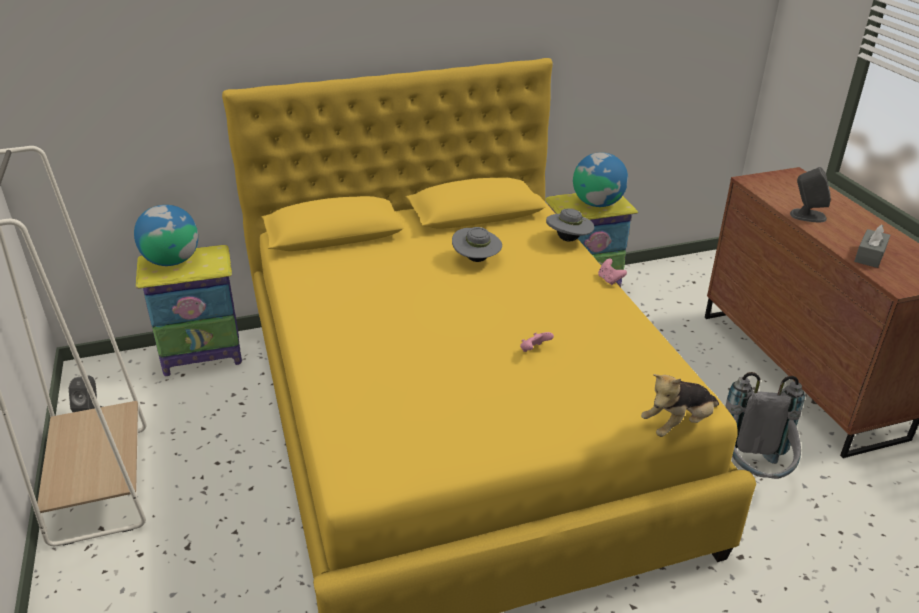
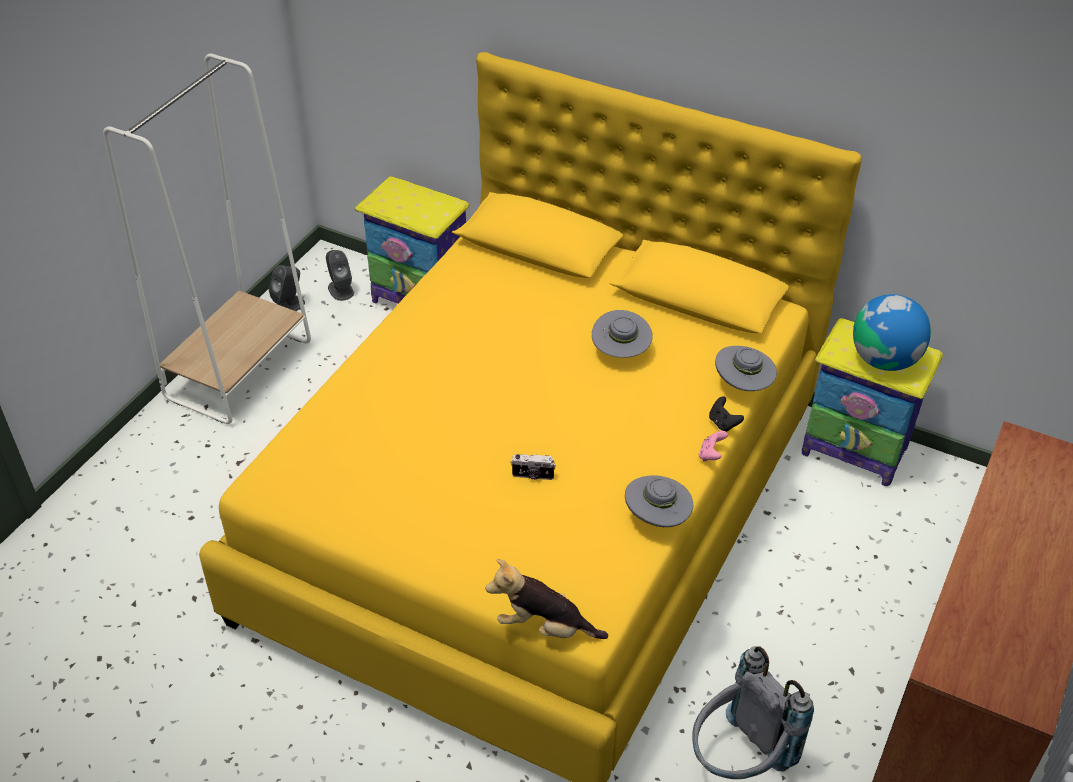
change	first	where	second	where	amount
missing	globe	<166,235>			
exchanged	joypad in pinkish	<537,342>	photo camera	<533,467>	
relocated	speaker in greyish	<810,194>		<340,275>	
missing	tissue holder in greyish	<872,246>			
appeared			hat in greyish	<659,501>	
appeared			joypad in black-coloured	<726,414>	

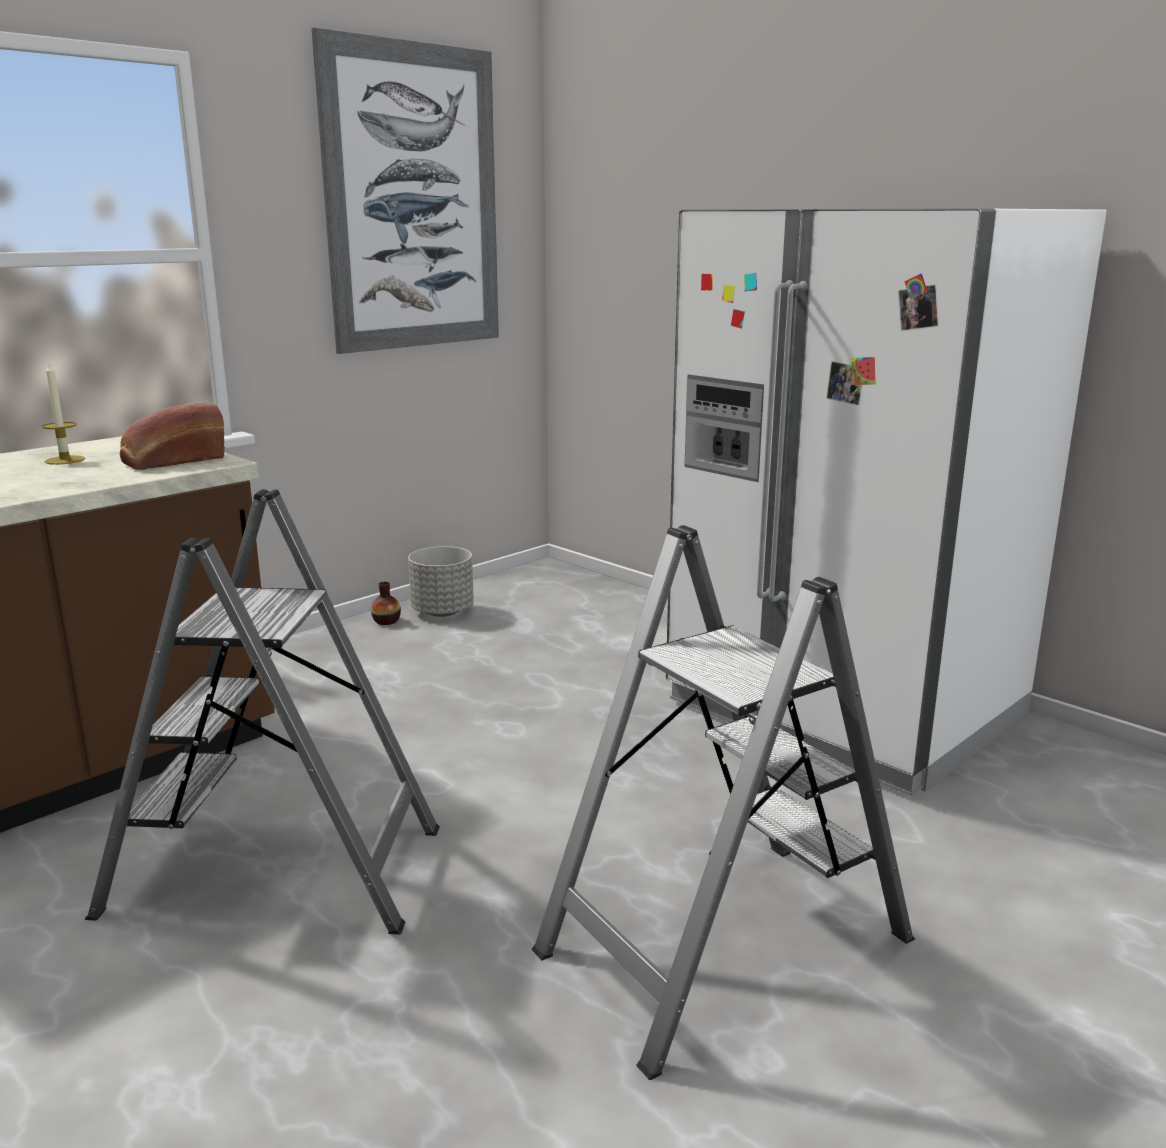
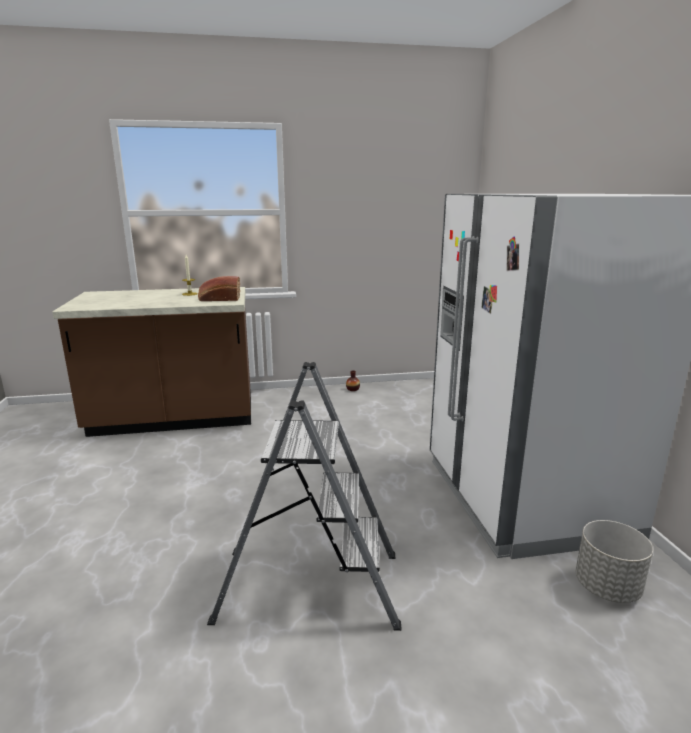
change	first	where	second	where	amount
missing	step ladder in greyish	<262,711>			
missing	picture	<405,190>			
relocated	flower pot in greyish	<441,581>		<614,561>	

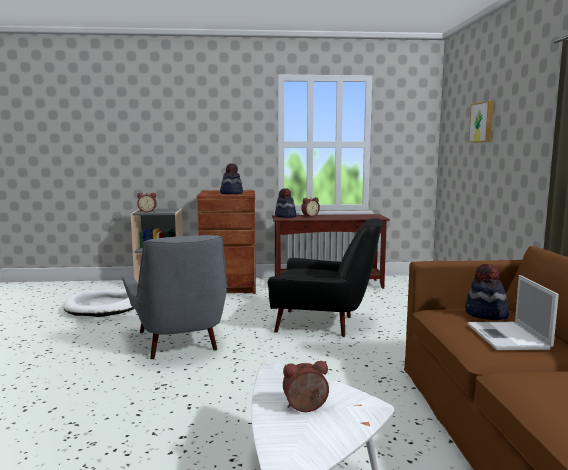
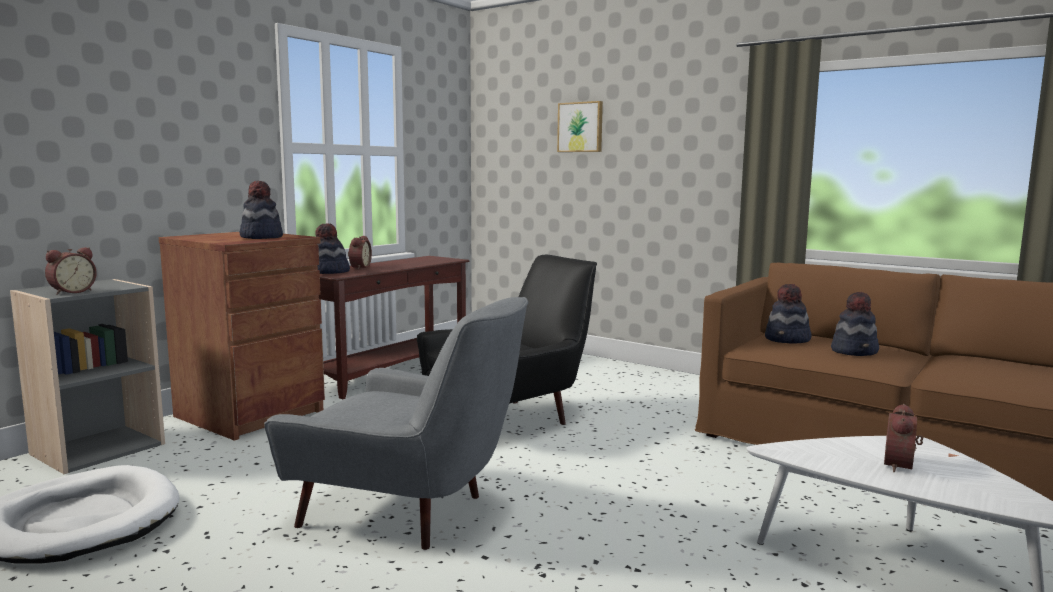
change	first	where	second	where	amount
exchanged	notebook computer	<513,312>	hat	<855,324>	

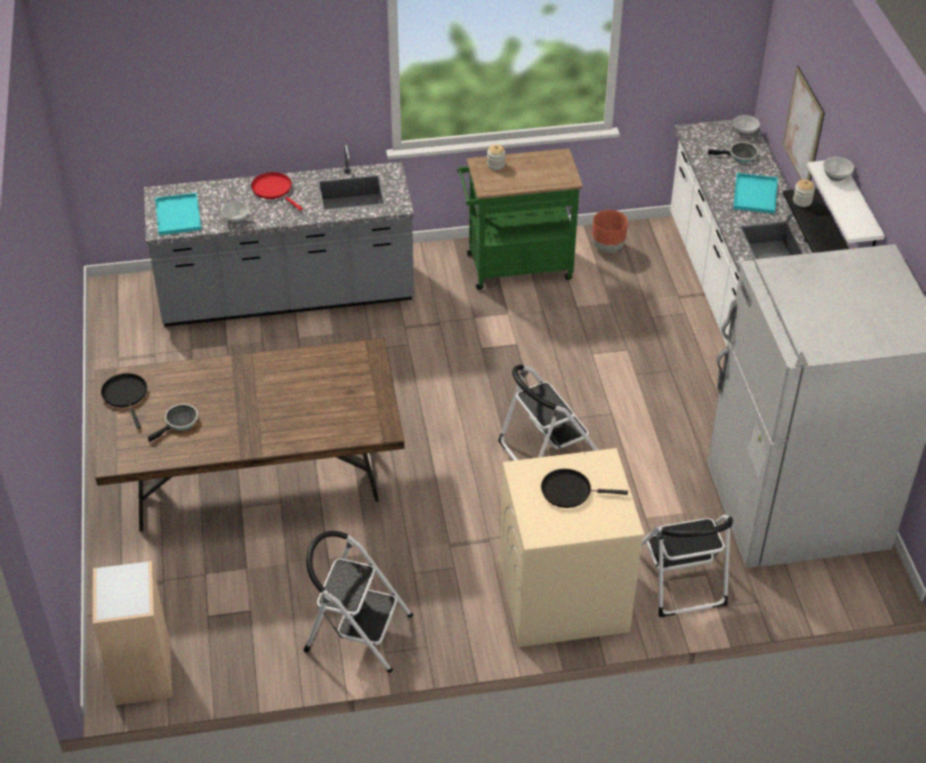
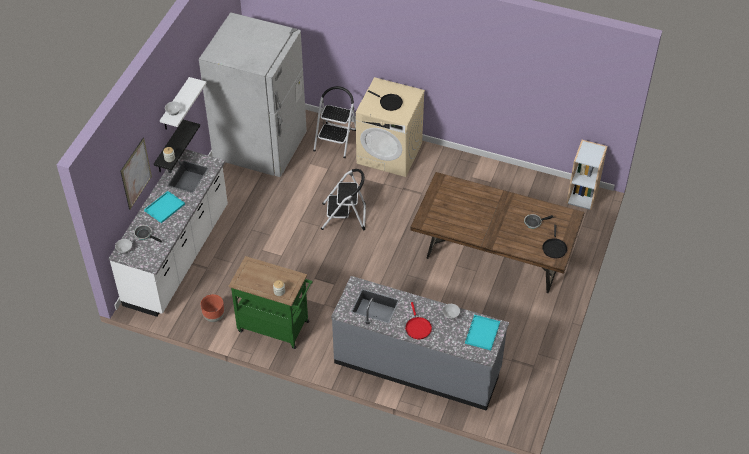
change	first	where	second	where	amount
missing	step ladder	<358,602>			

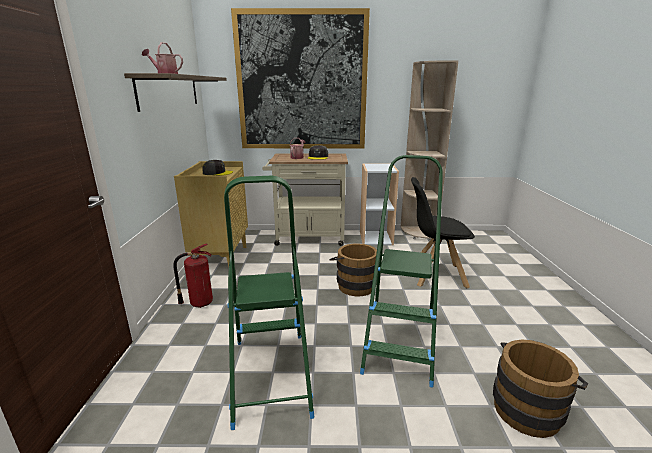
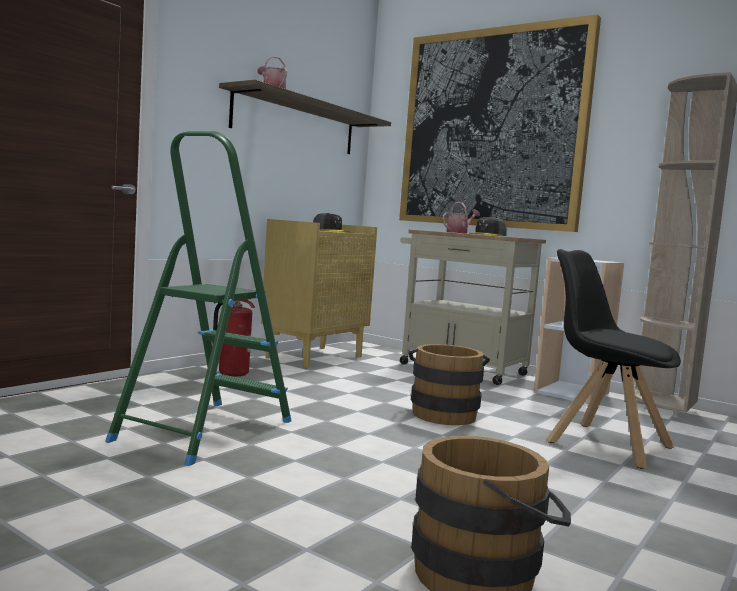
change	first	where	second	where	amount
missing	step ladder in green-coloured	<401,271>			

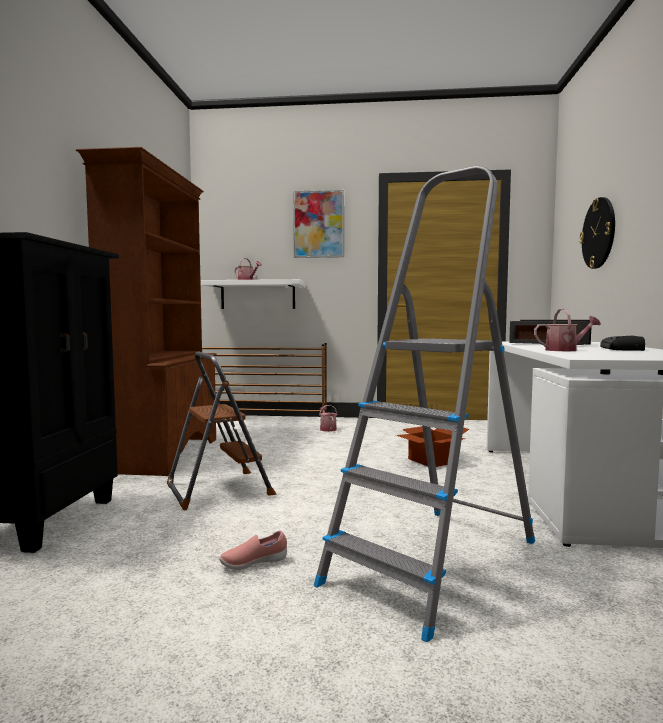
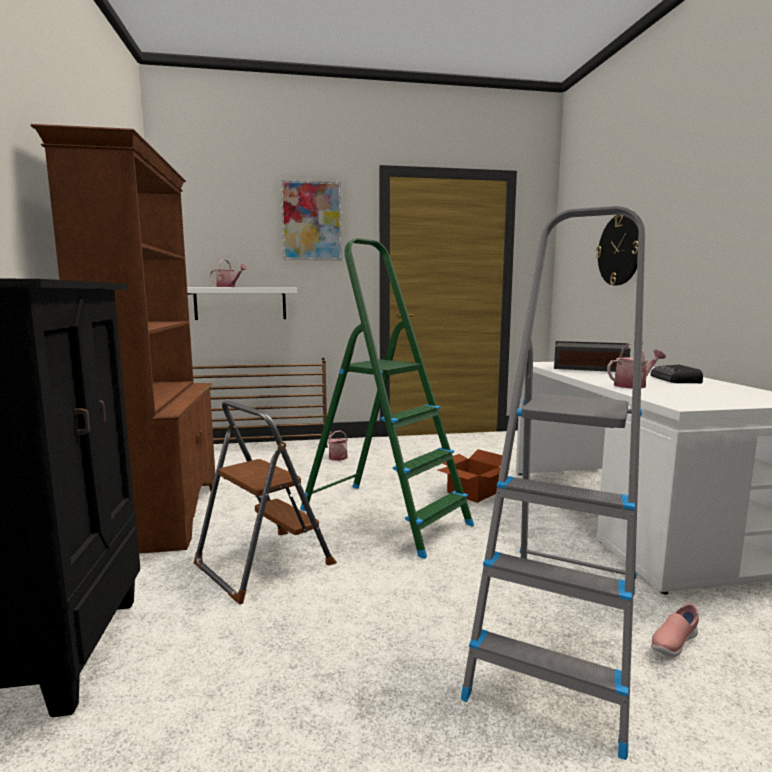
change	first	where	second	where	amount
relocated	item of footwear in pinkish	<253,550>		<675,630>	
appeared			step ladder in green-coloured	<387,398>	

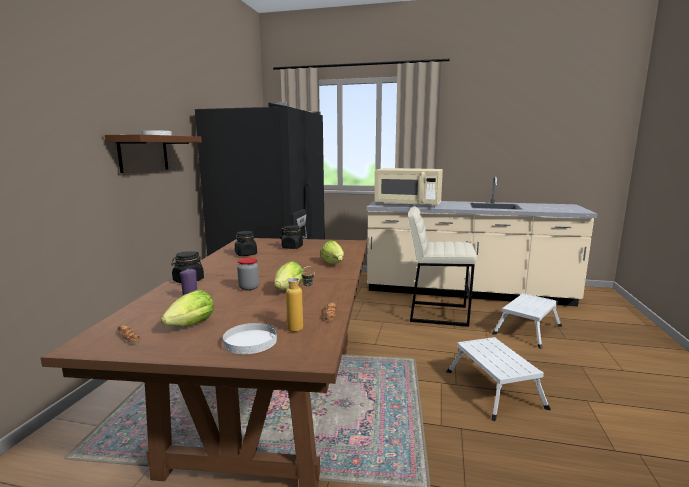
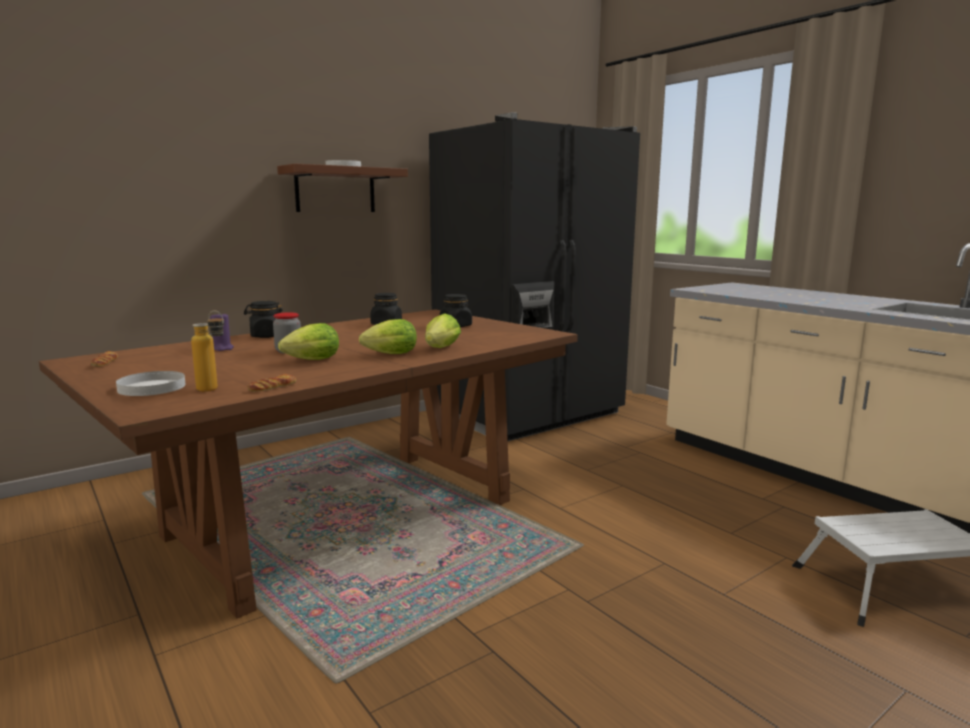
change	first	where	second	where	amount
relocated	lettuce head	<187,308>		<388,336>	
missing	microwave in beige	<408,188>			
missing	plain chair in beige	<442,266>			
missing	step ladder in whitish	<498,379>			

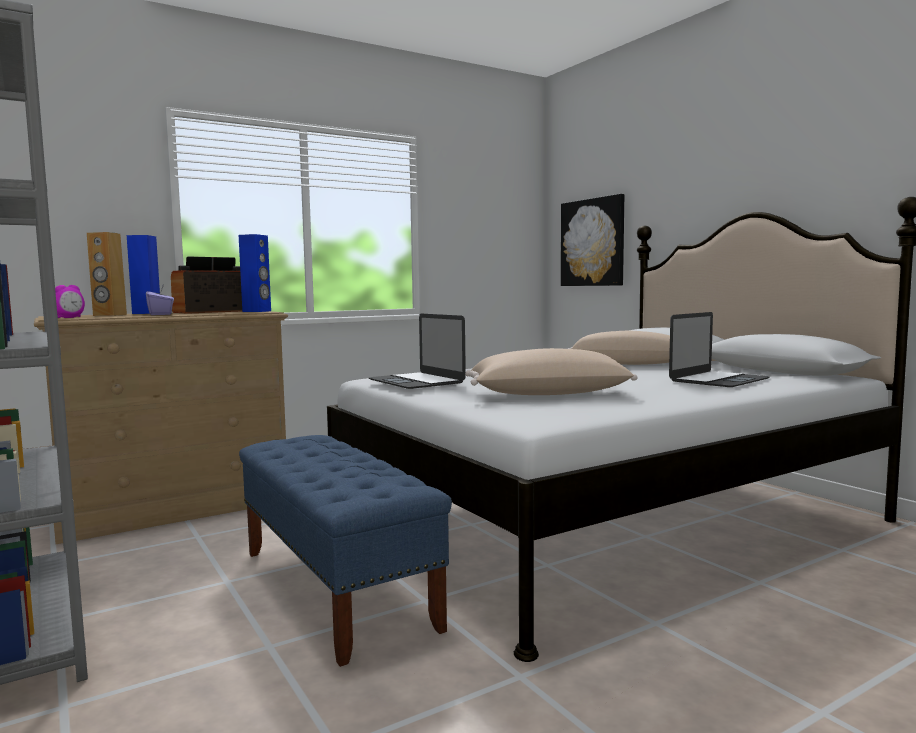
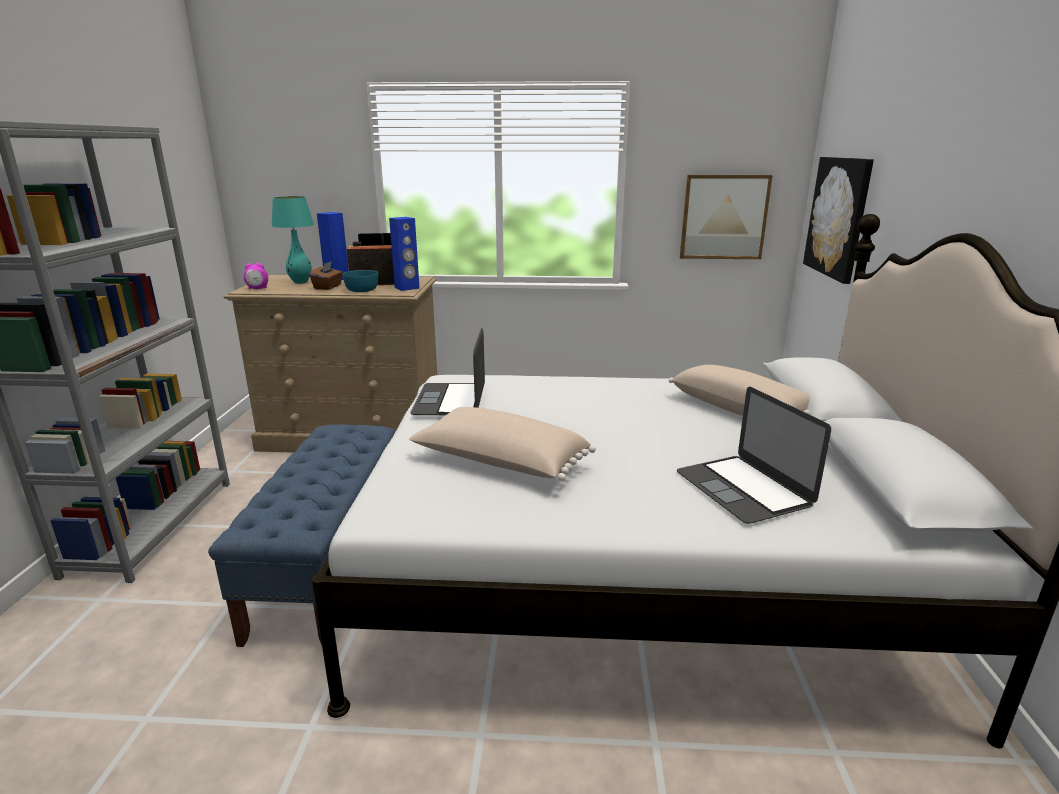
change	first	where	second	where	amount
exchanged	speaker in brown-coloured	<107,274>	lamp for a table in turquoise	<293,240>	
colour	tissue holder in purplish	<160,300>	tissue holder in brown-coloured	<326,275>	
spun	notebook computer	<719,349>		<754,455>	75 degrees clockwise
appeared			bowl in turquoise	<360,281>	
appeared			picture	<726,217>	

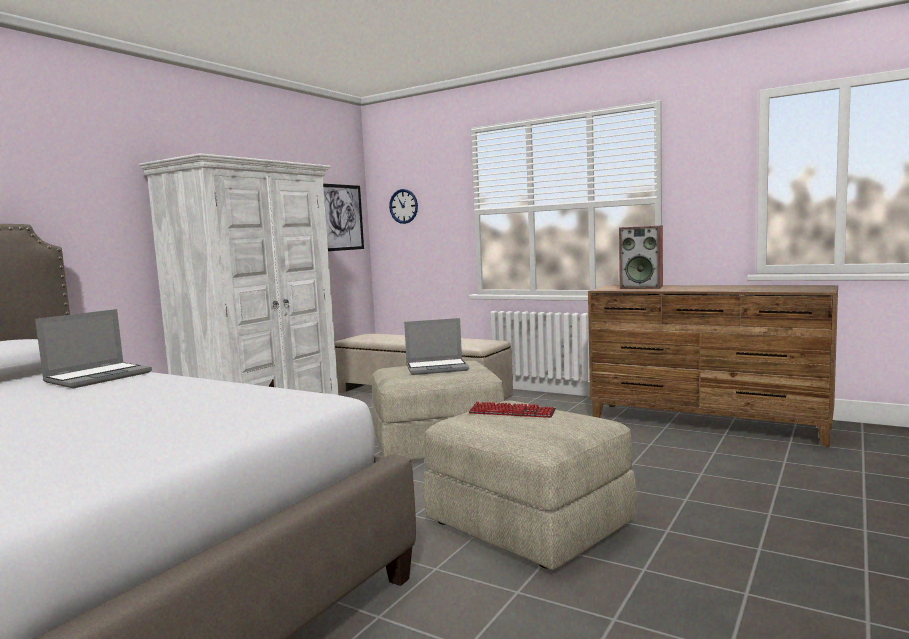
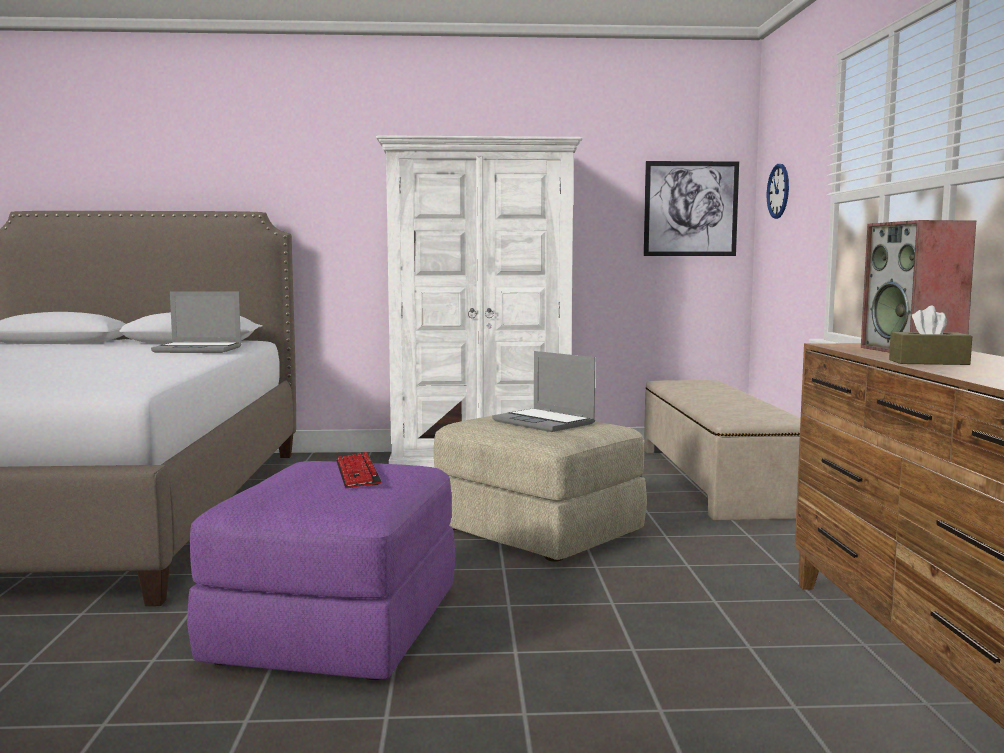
change	first	where	second	where	amount
colour	ottoman in beige	<530,485>	ottoman in purplish	<321,570>	
appeared			tissue holder in brown-coloured	<930,335>	

